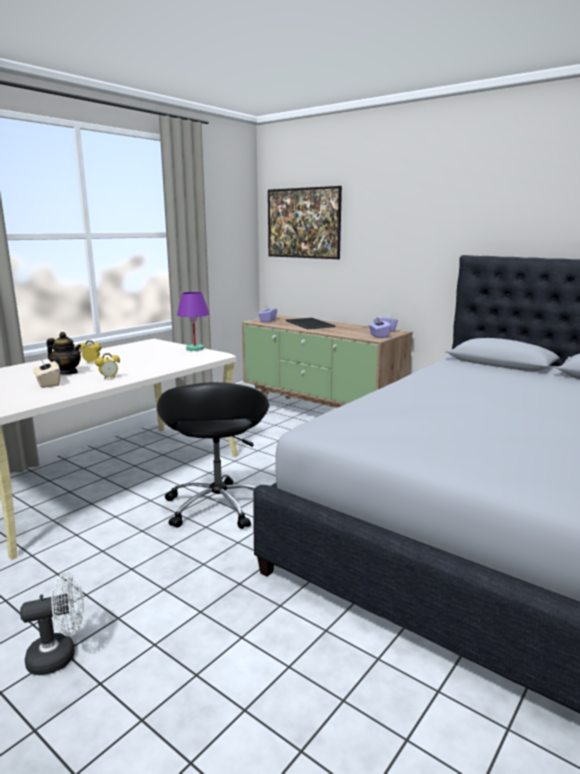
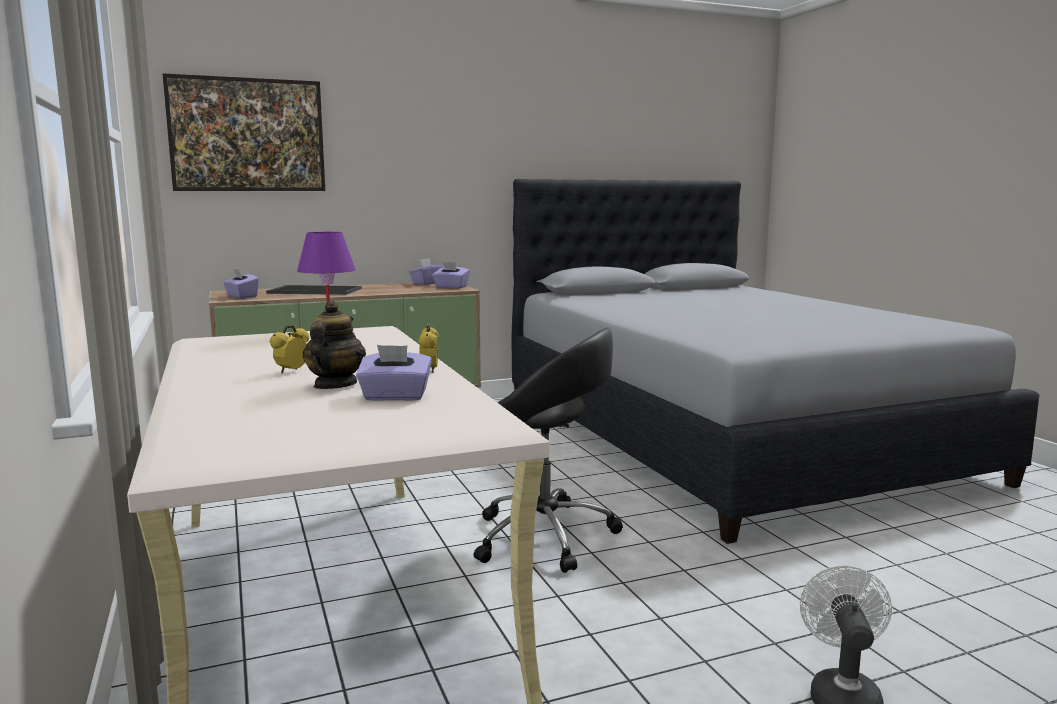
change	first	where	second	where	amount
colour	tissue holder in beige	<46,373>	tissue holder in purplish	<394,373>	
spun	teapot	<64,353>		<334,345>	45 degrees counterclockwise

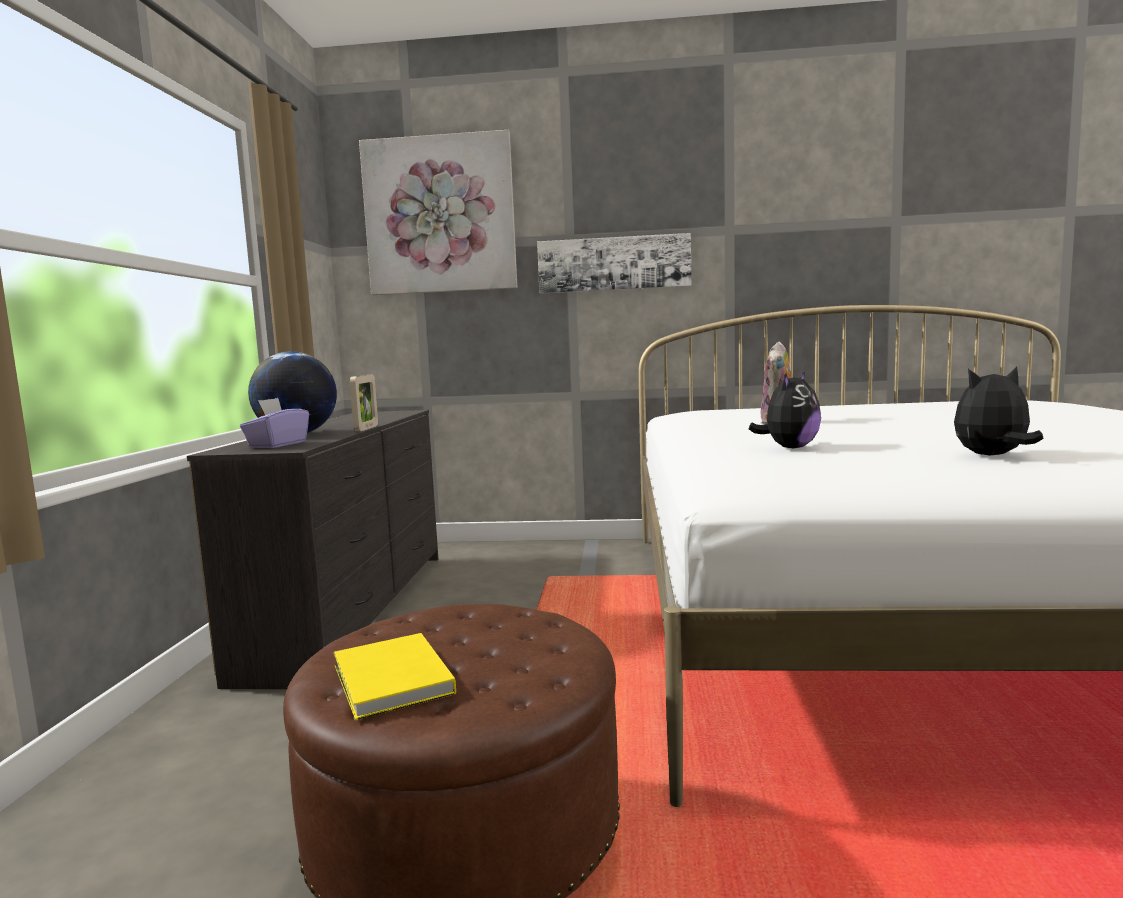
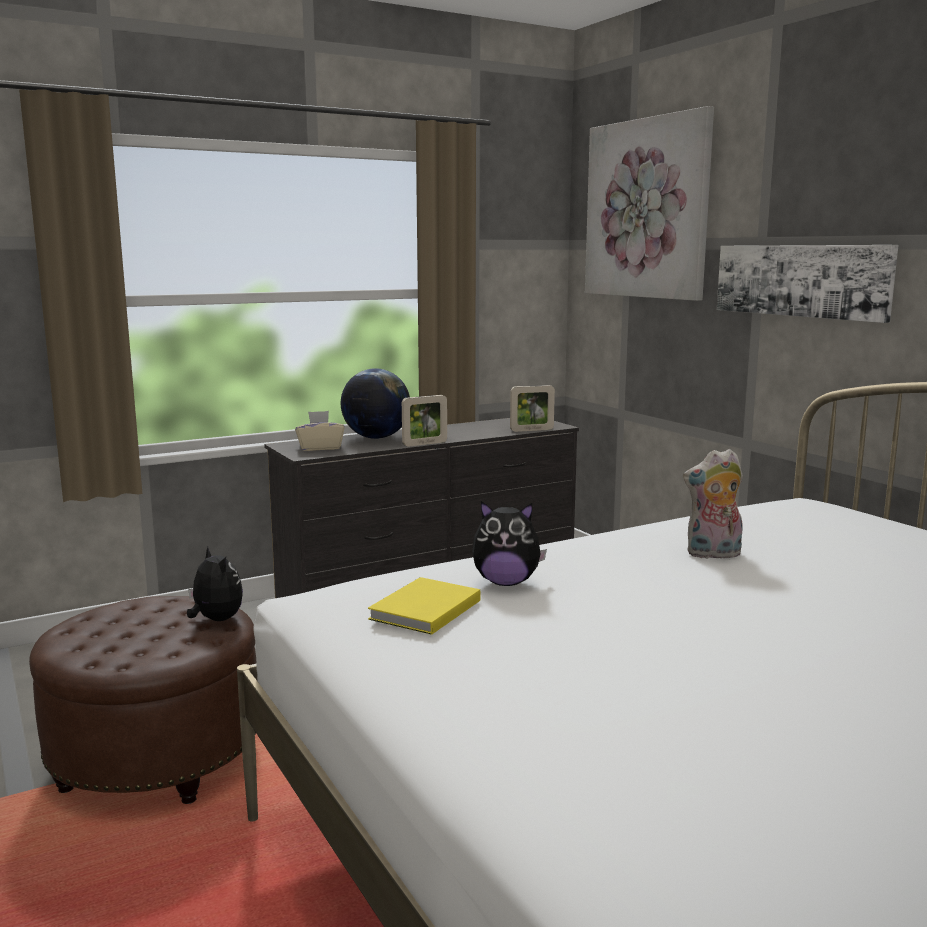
change	first	where	second	where	amount
colour	tissue holder in purplish	<274,423>	tissue holder in beige	<320,431>	
relocated	book in yellowish	<395,676>		<424,606>	
relocated	cuddly toy	<999,411>		<215,584>	
appeared			photo frame	<532,408>	

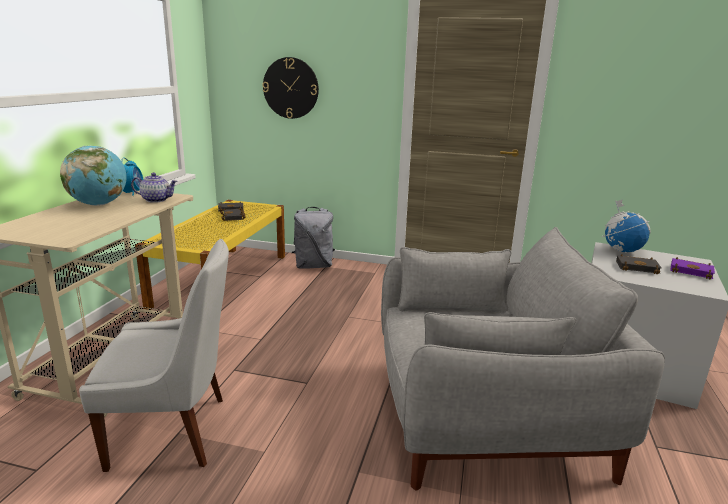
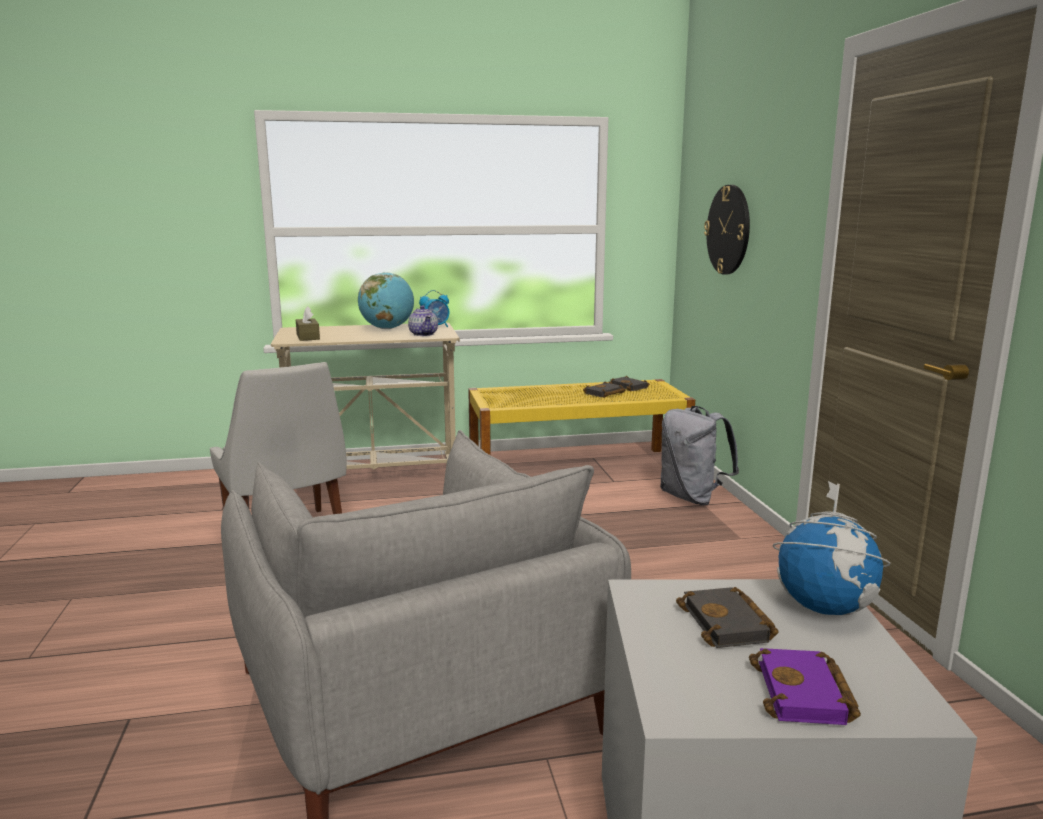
change	first	where	second	where	amount
appeared			tissue holder in brown-coloured	<308,323>	

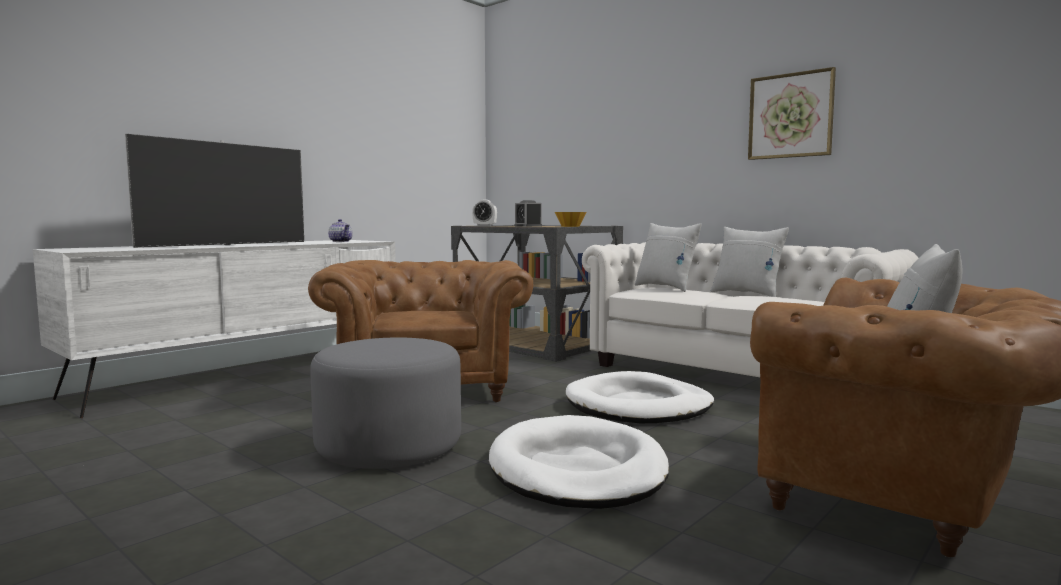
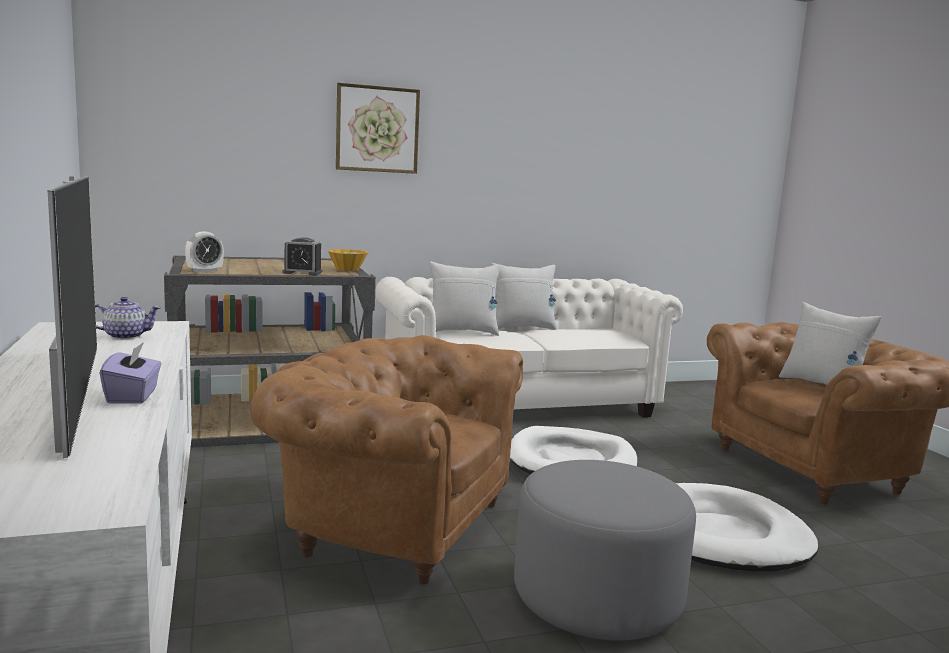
change	first	where	second	where	amount
relocated	picture	<792,113>		<378,128>	
appeared			tissue holder in purplish	<131,373>	

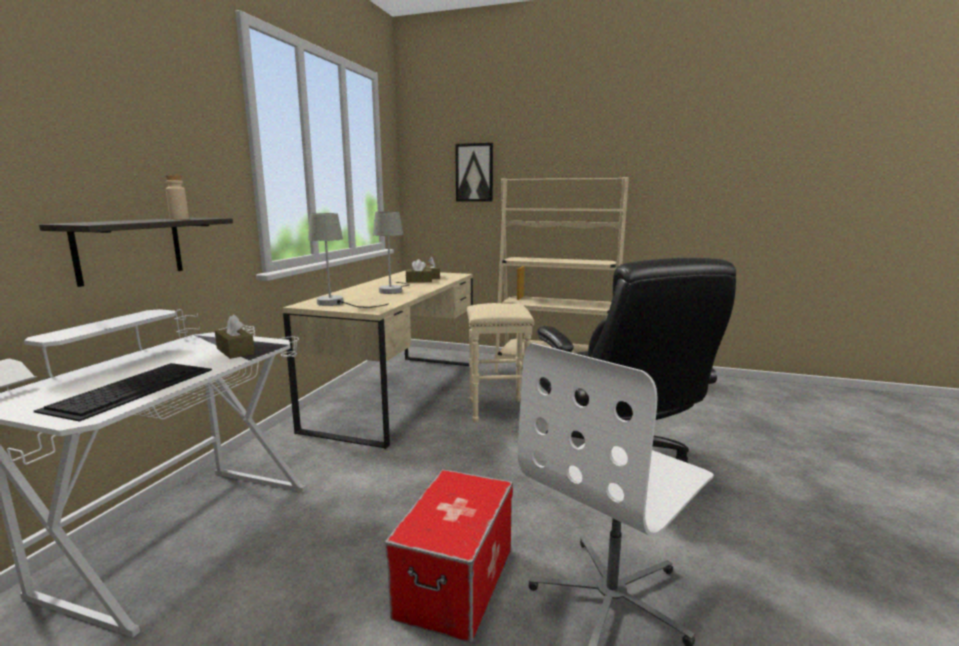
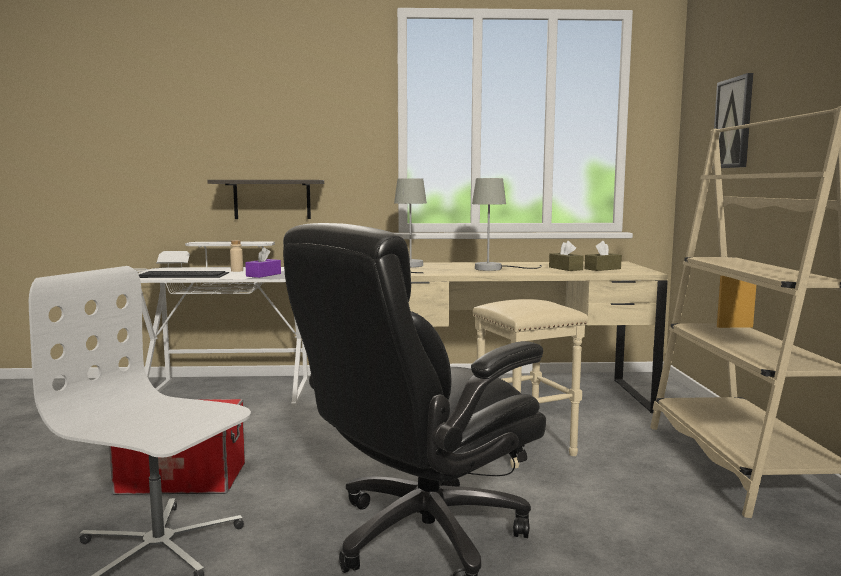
change	first	where	second	where	amount
relocated	drink bottle in beige	<177,197>		<236,256>	
colour	tissue holder in brown-coloured	<235,337>	tissue holder in purplish	<263,262>	

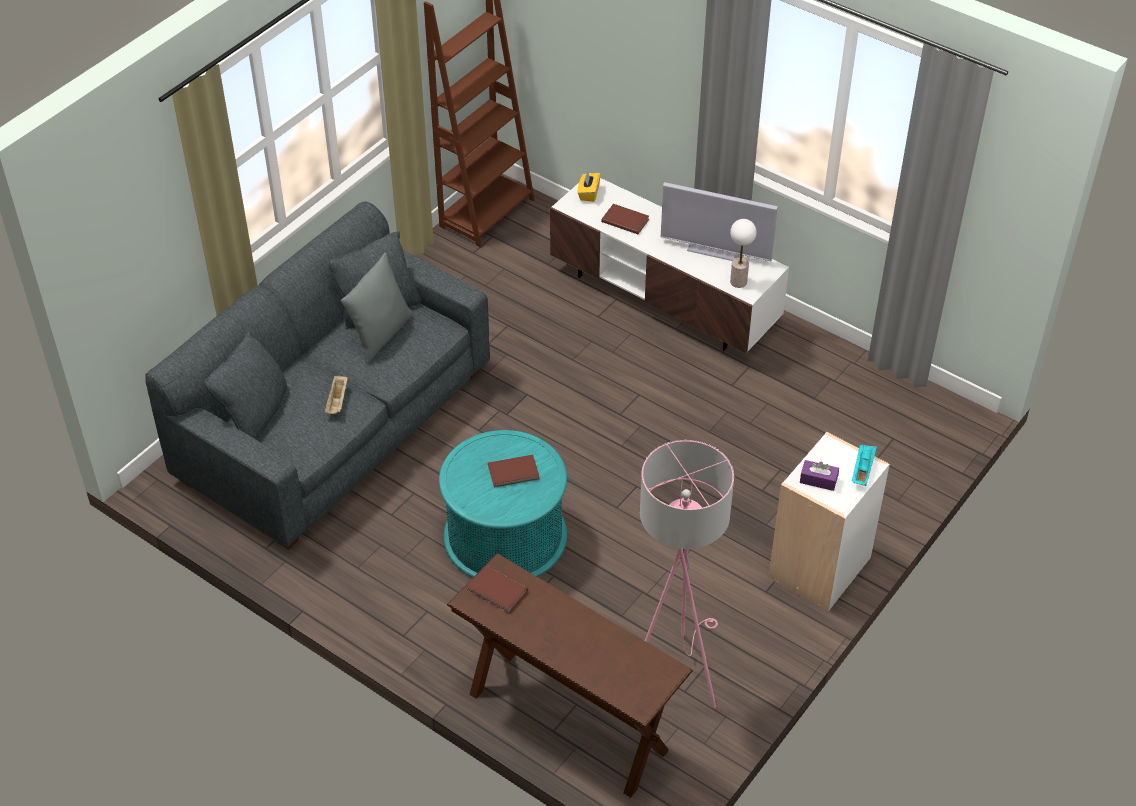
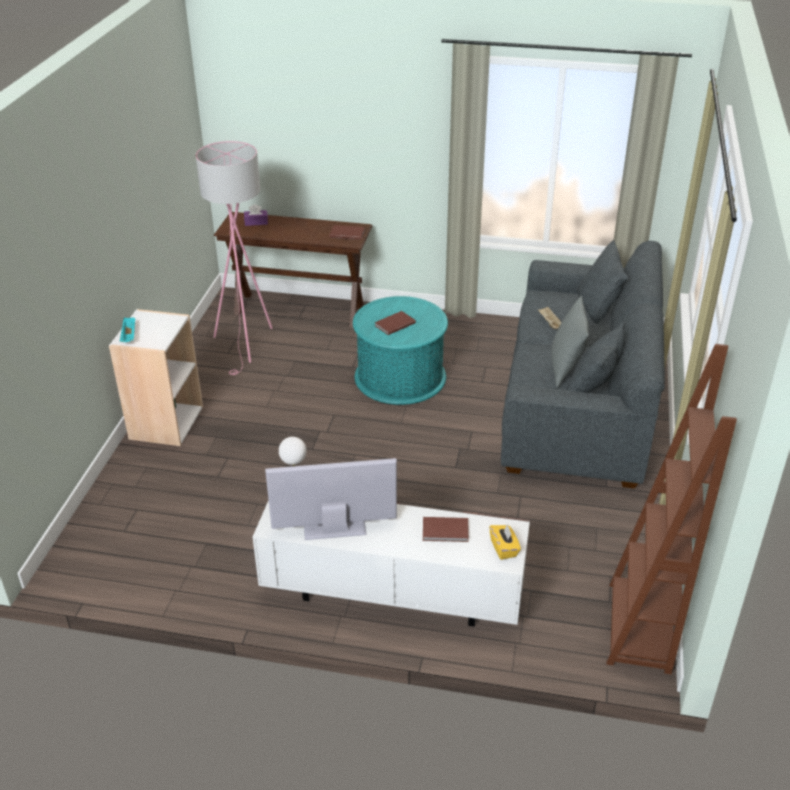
change	first	where	second	where	amount
relocated	tissue holder in purplish	<819,475>		<256,215>	

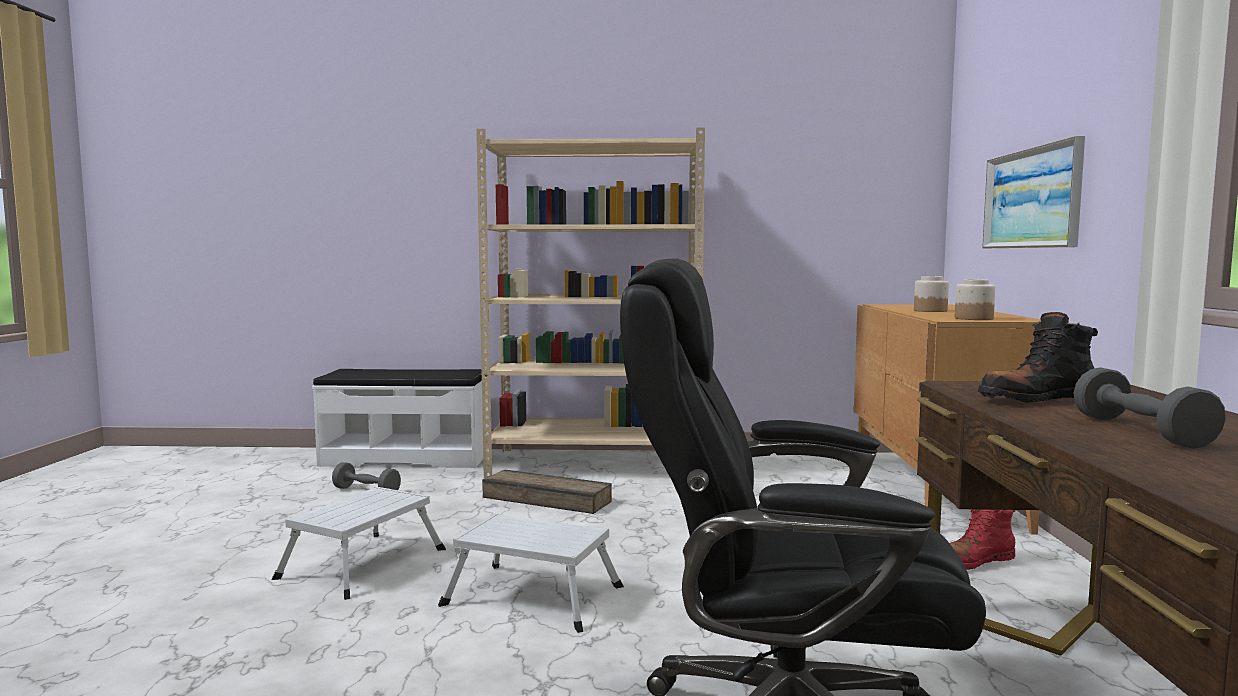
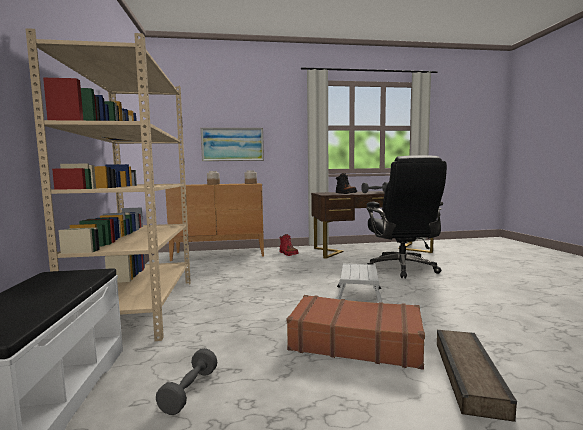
change	first	where	second	where	amount
exchanged	step ladder in whitish	<358,543>	suitcase in brown-coloured	<356,332>	
relocated	packing crate	<547,491>		<477,376>	

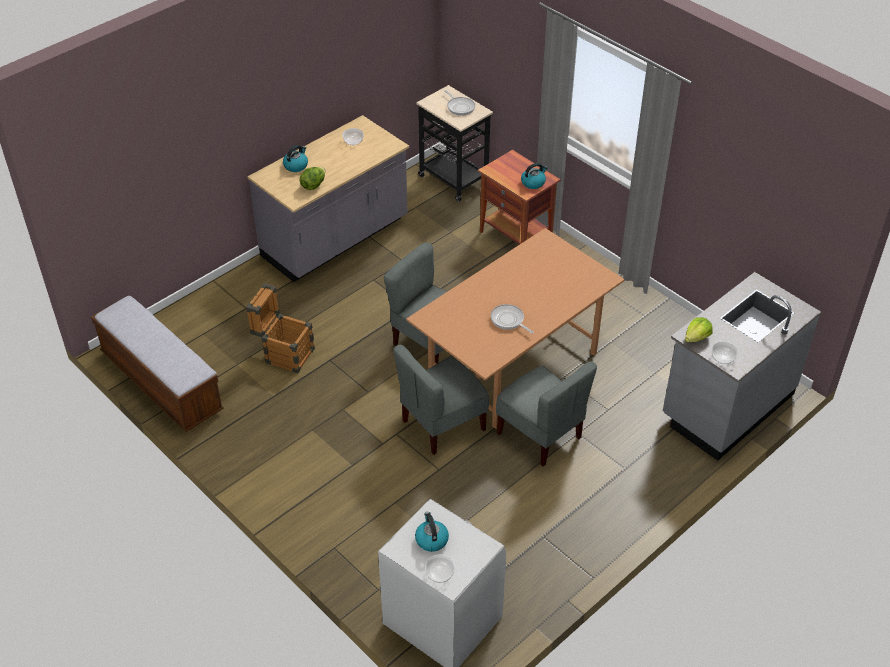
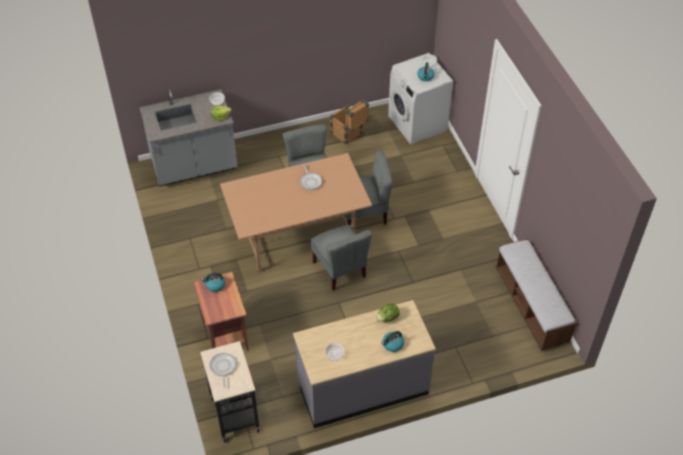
change	first	where	second	where	amount
relocated	packing crate	<280,328>		<349,122>	

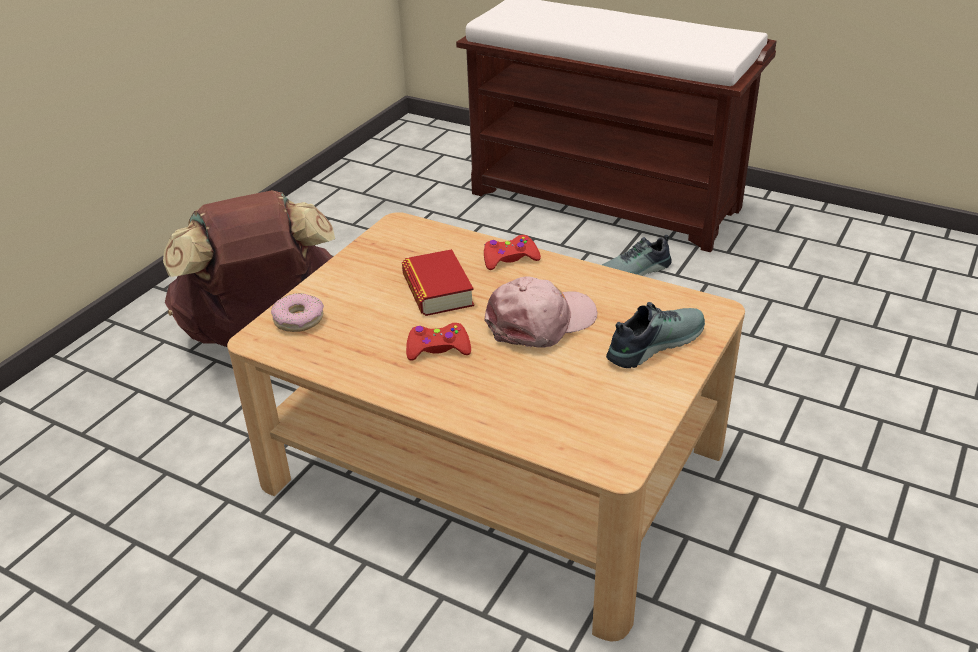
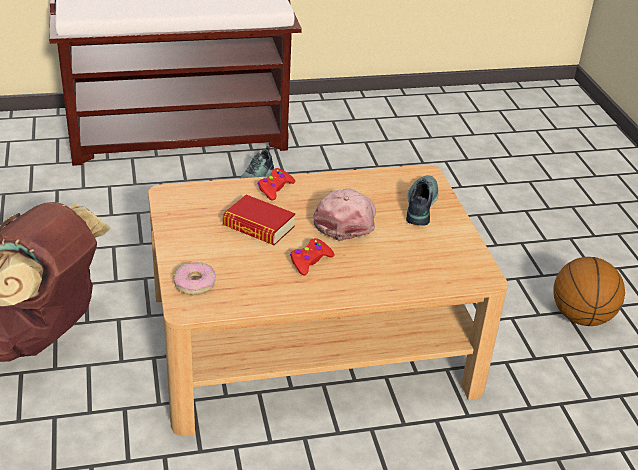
change	first	where	second	where	amount
appeared			basketball	<589,291>	

